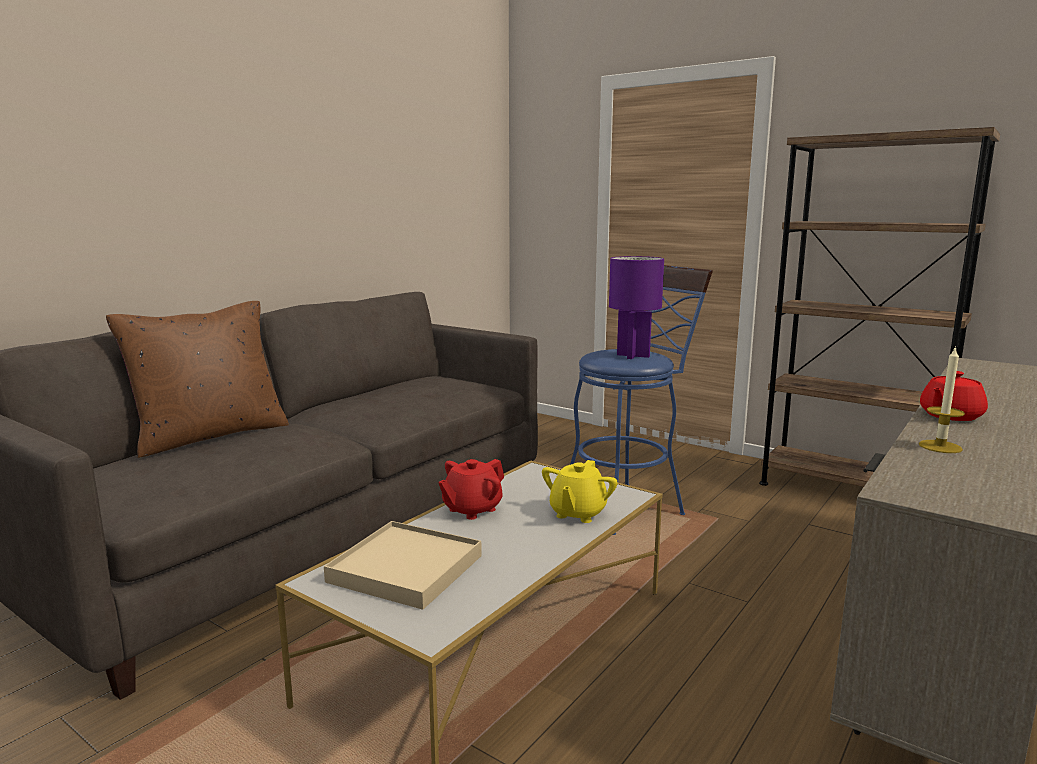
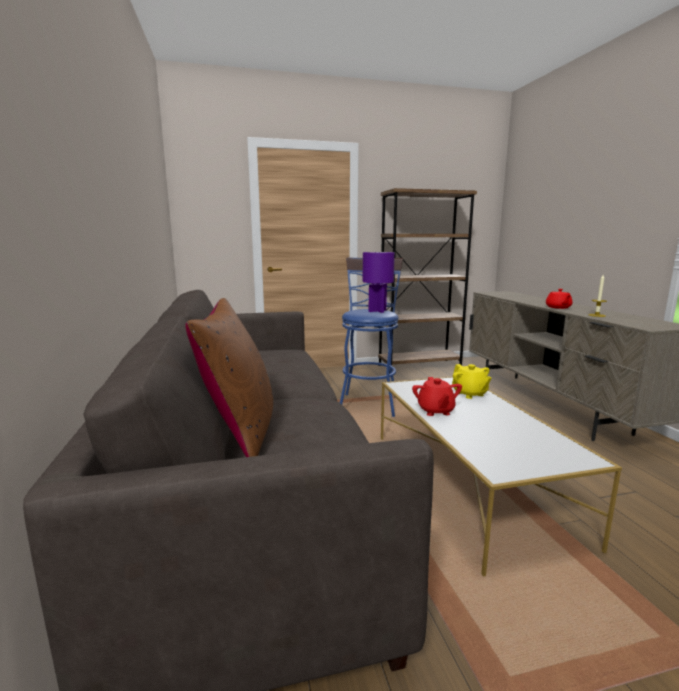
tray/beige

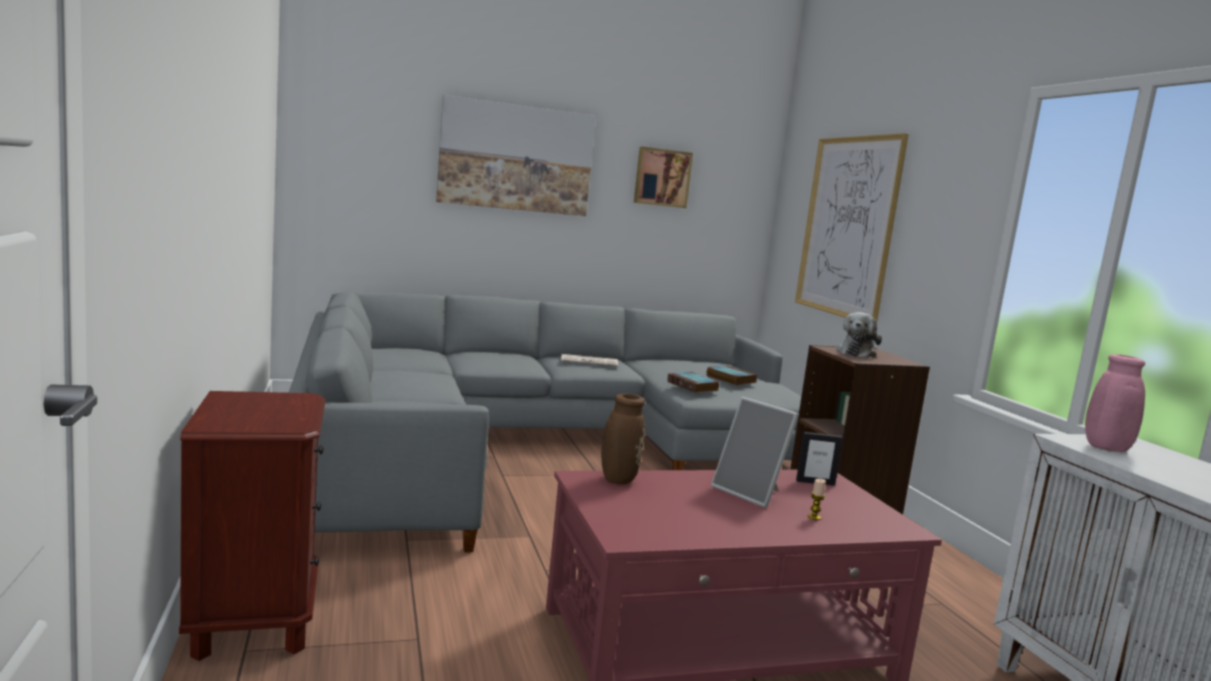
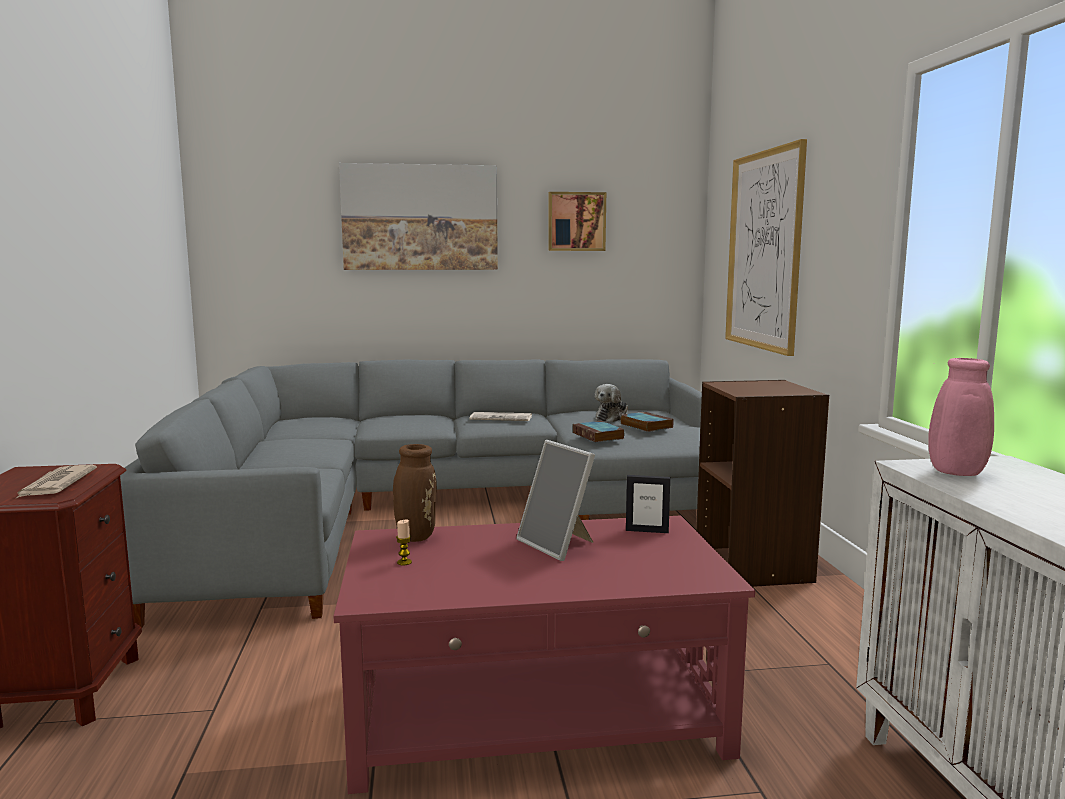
newspaper (1st from left); candle; plush toy

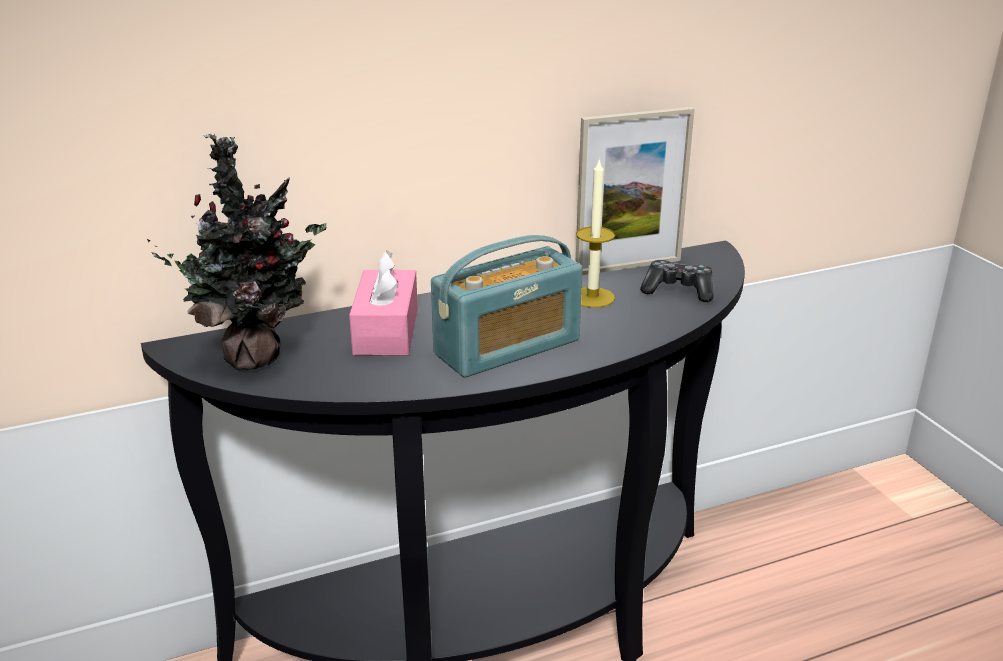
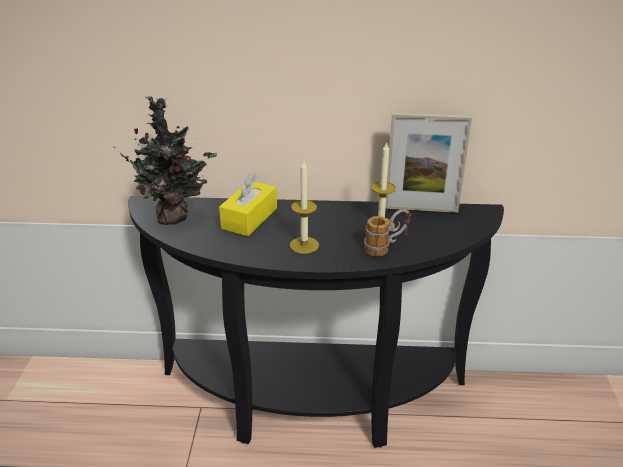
tissue box/yellow; candle (1st from left); mug; game controller

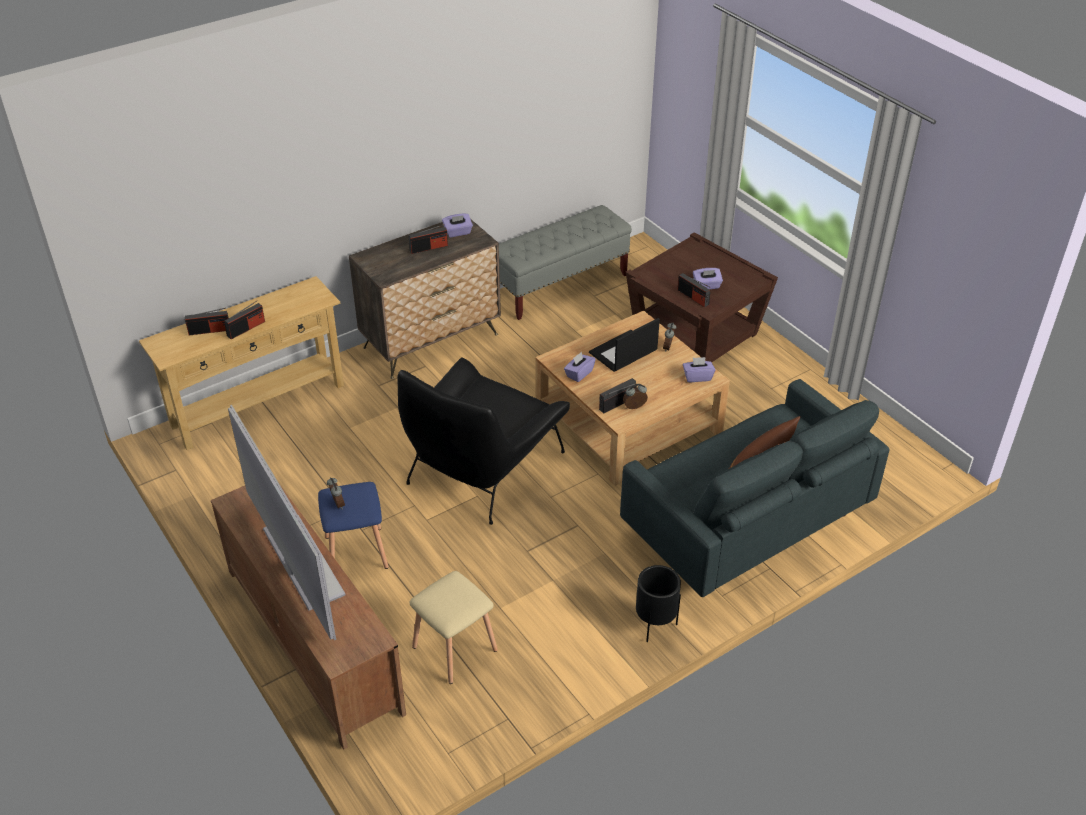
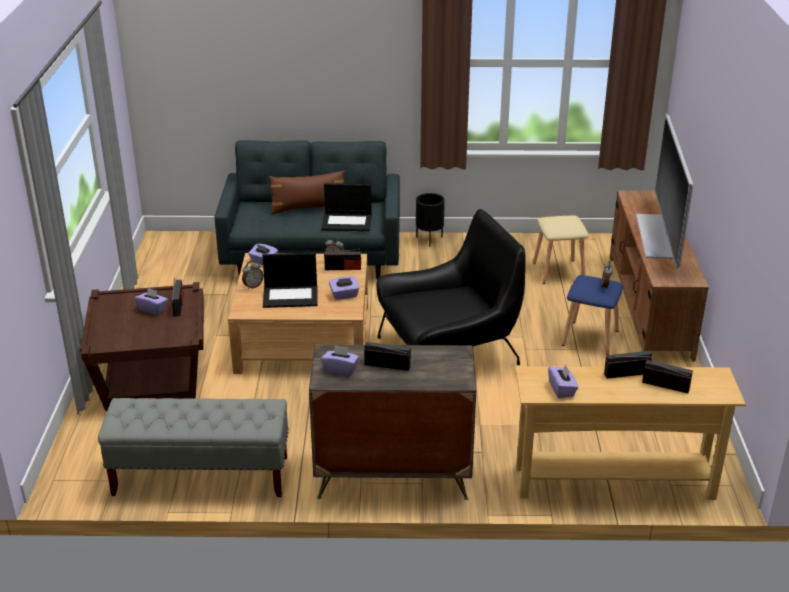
laptop (2nd from left); tissue box/purple (5th from left)

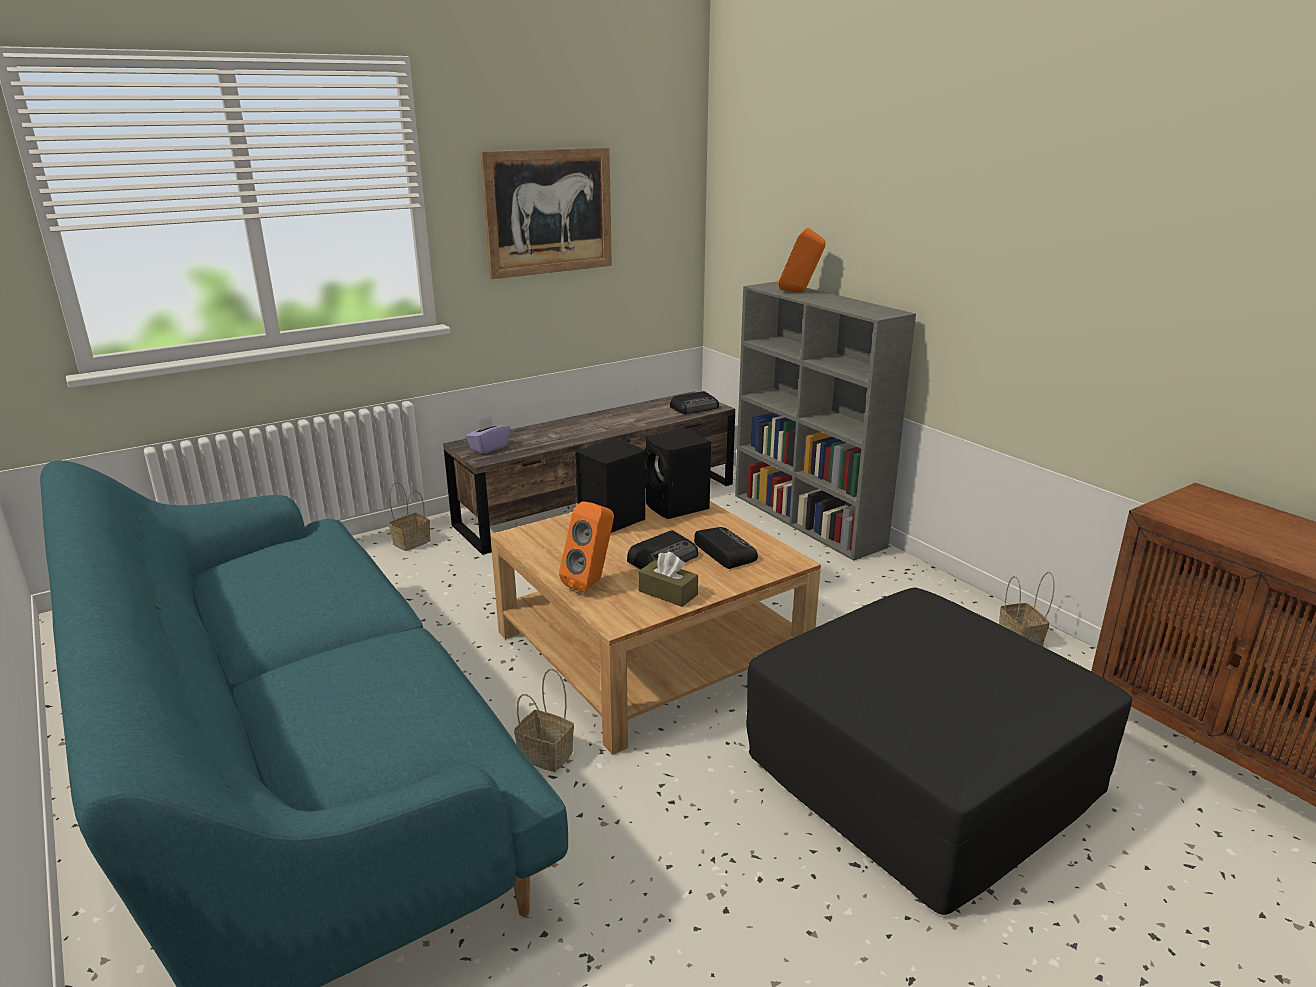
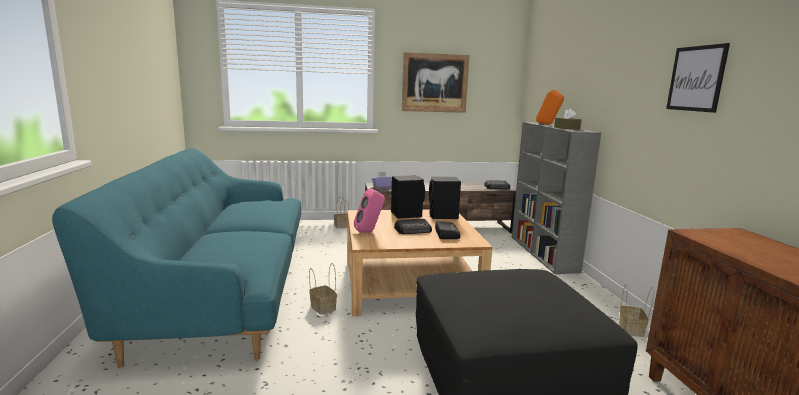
speaker/pink; tissue box/brown; picture (2nd from left)

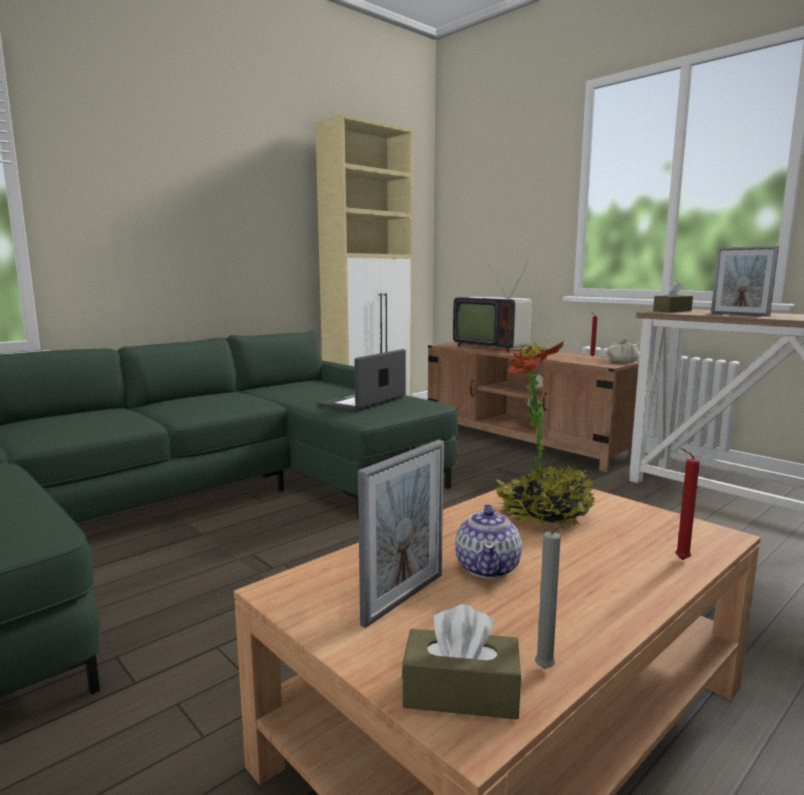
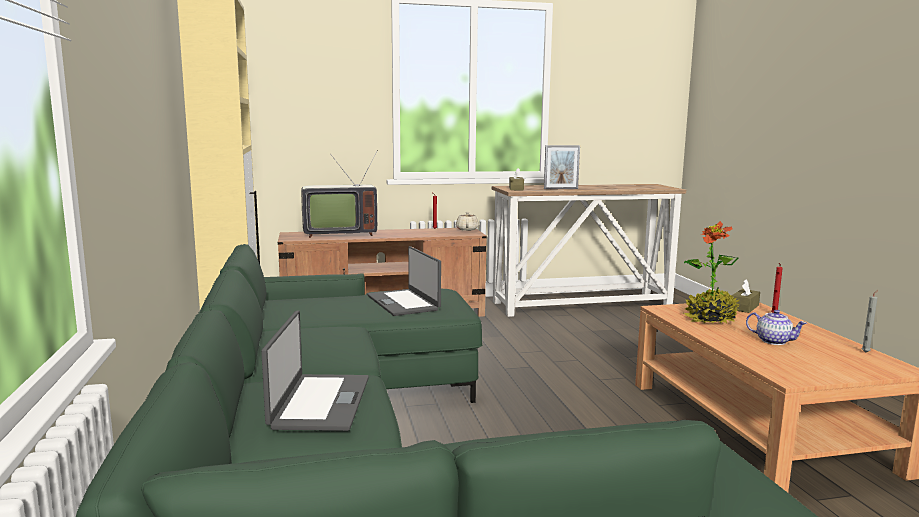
laptop (1st from left); tissue box/brown (2nd from left); picture frame (1st from left in the first image)

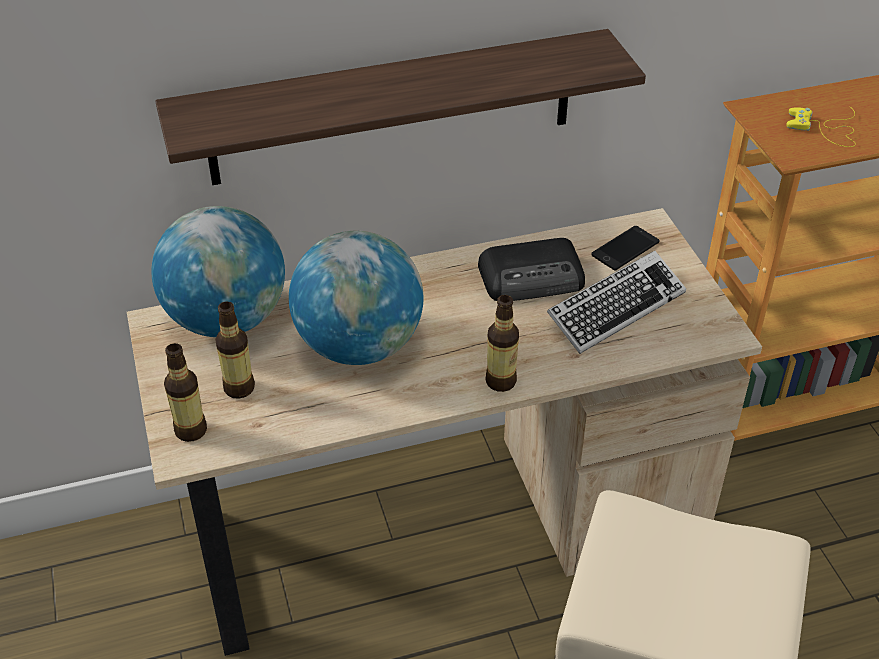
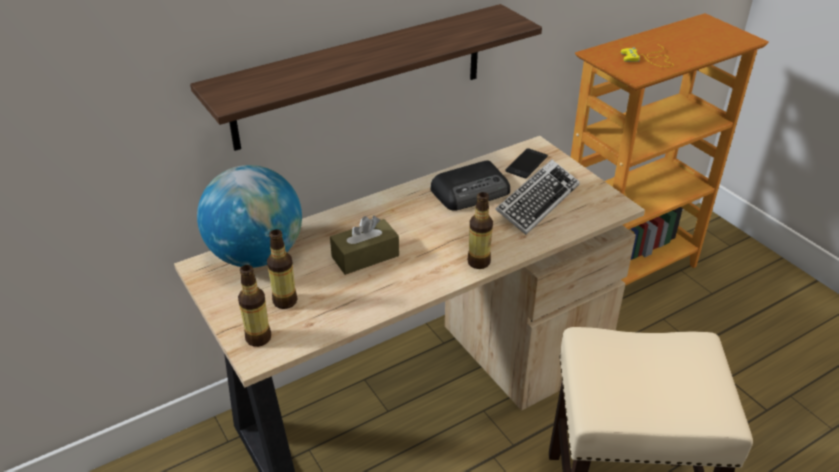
tissue box/brown

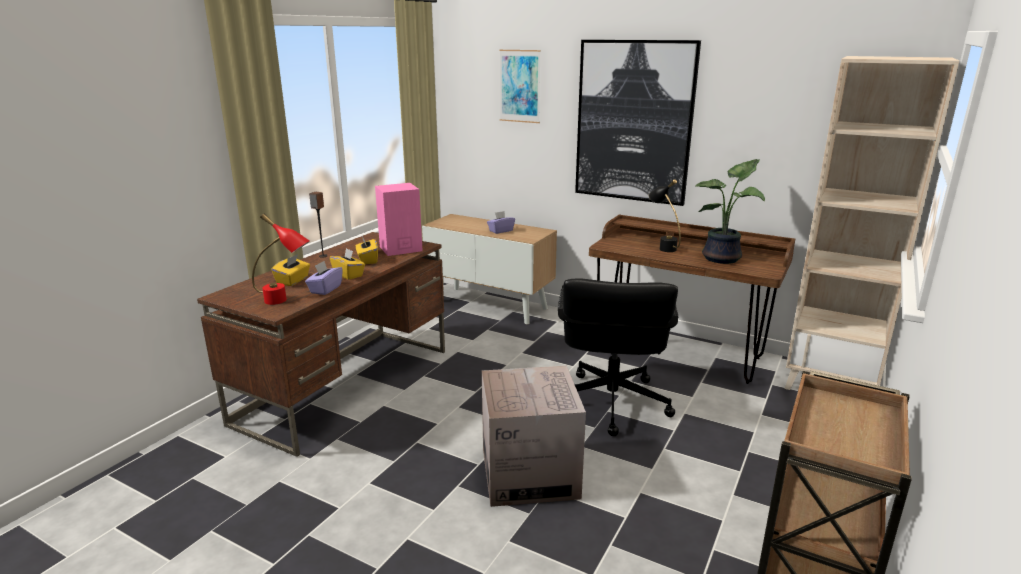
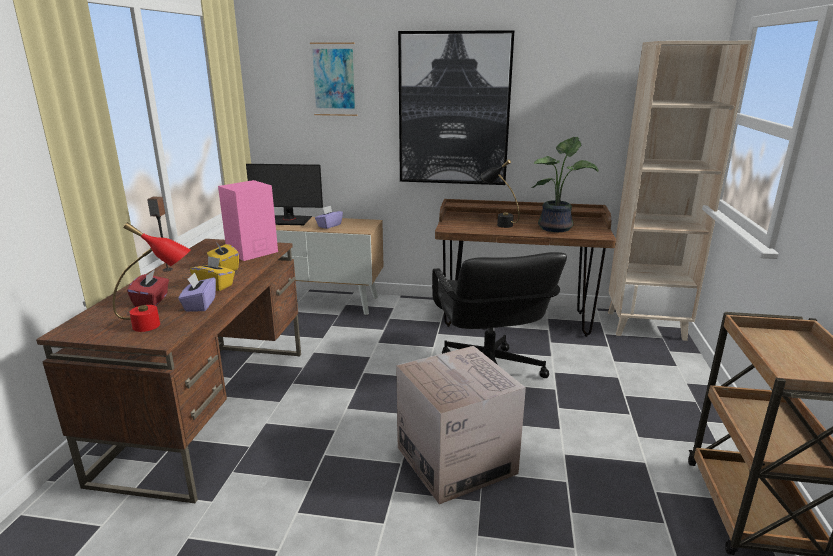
tissue box/red; monitor

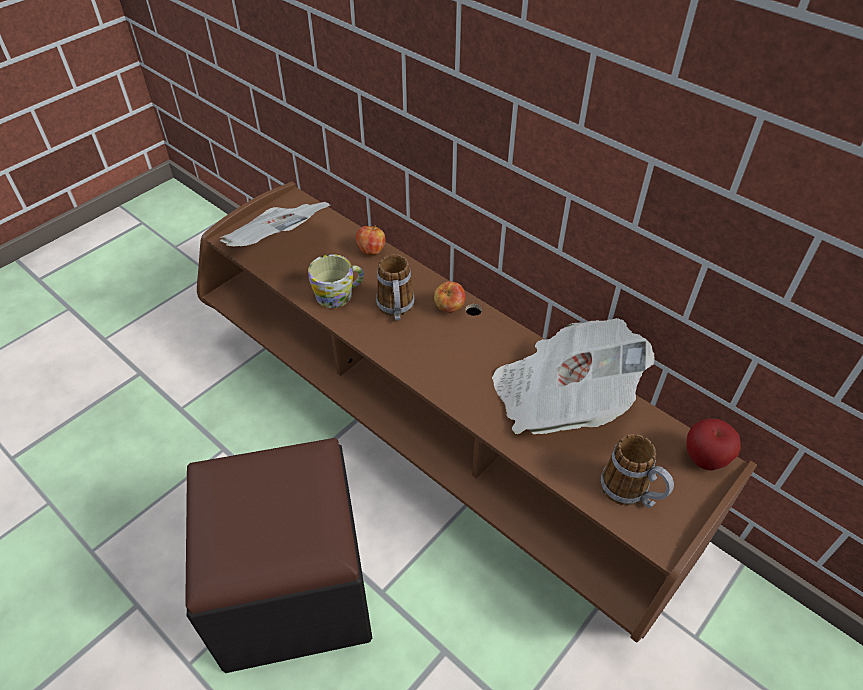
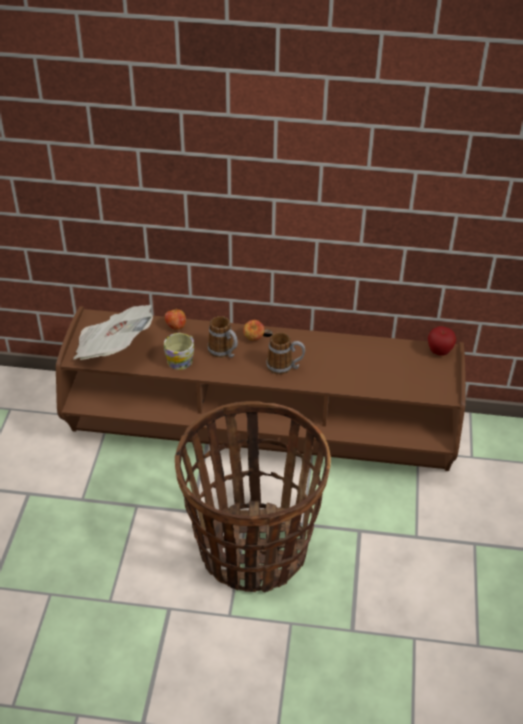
basket; mug (3rd from left); newspaper (2nd from left in the first image)

